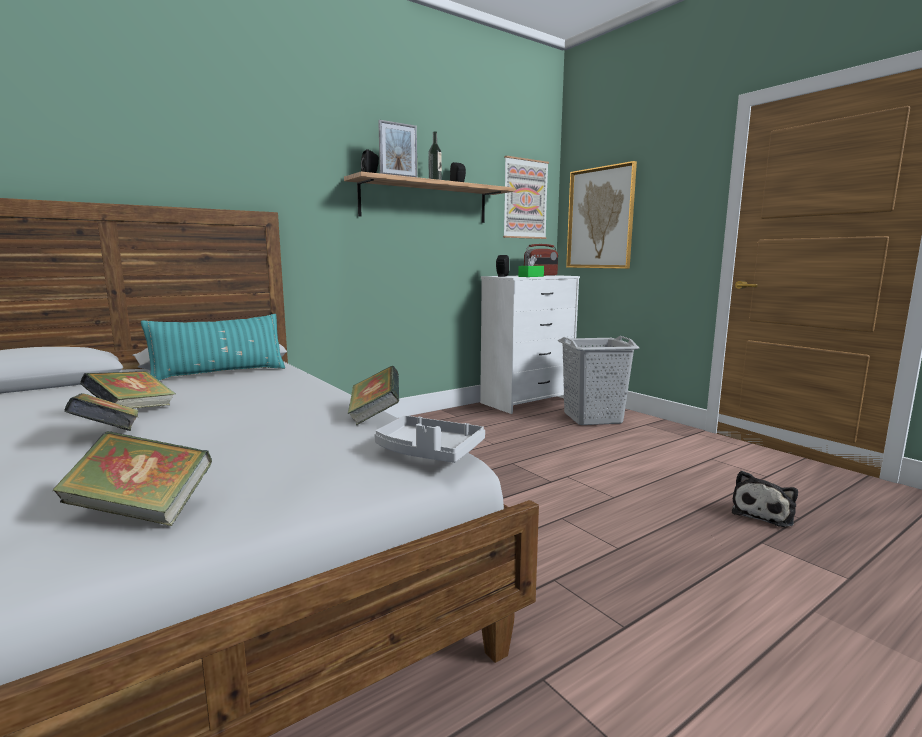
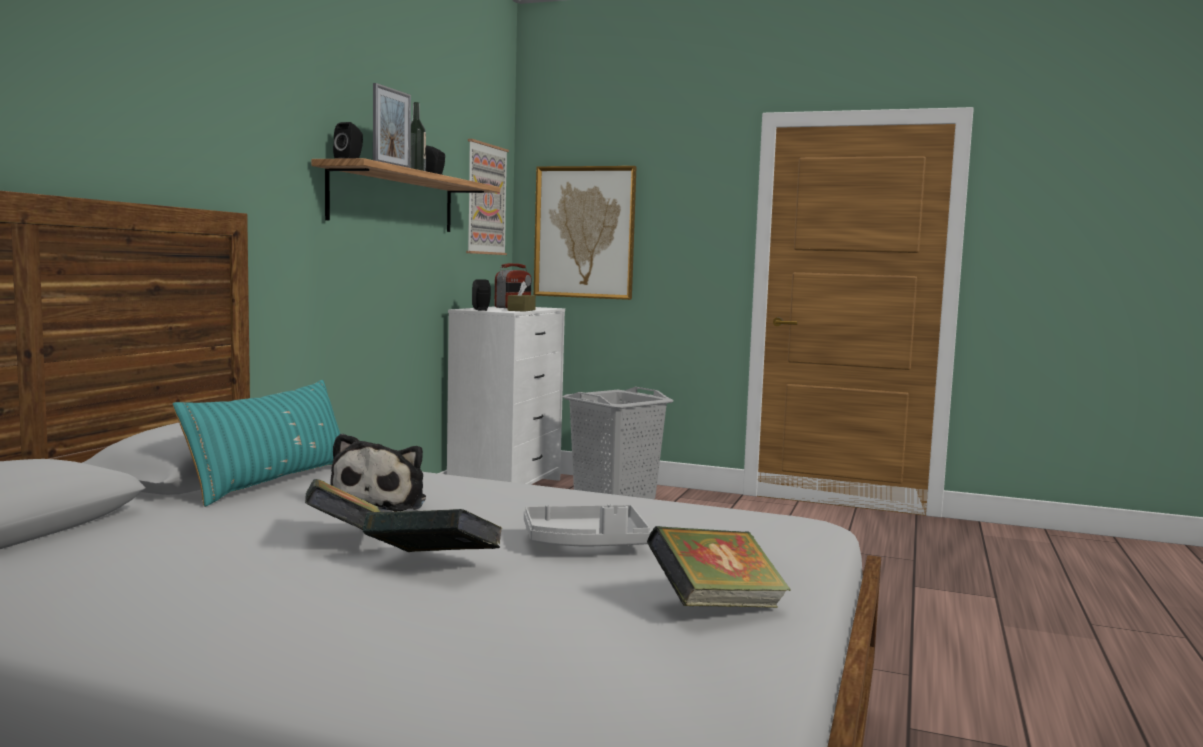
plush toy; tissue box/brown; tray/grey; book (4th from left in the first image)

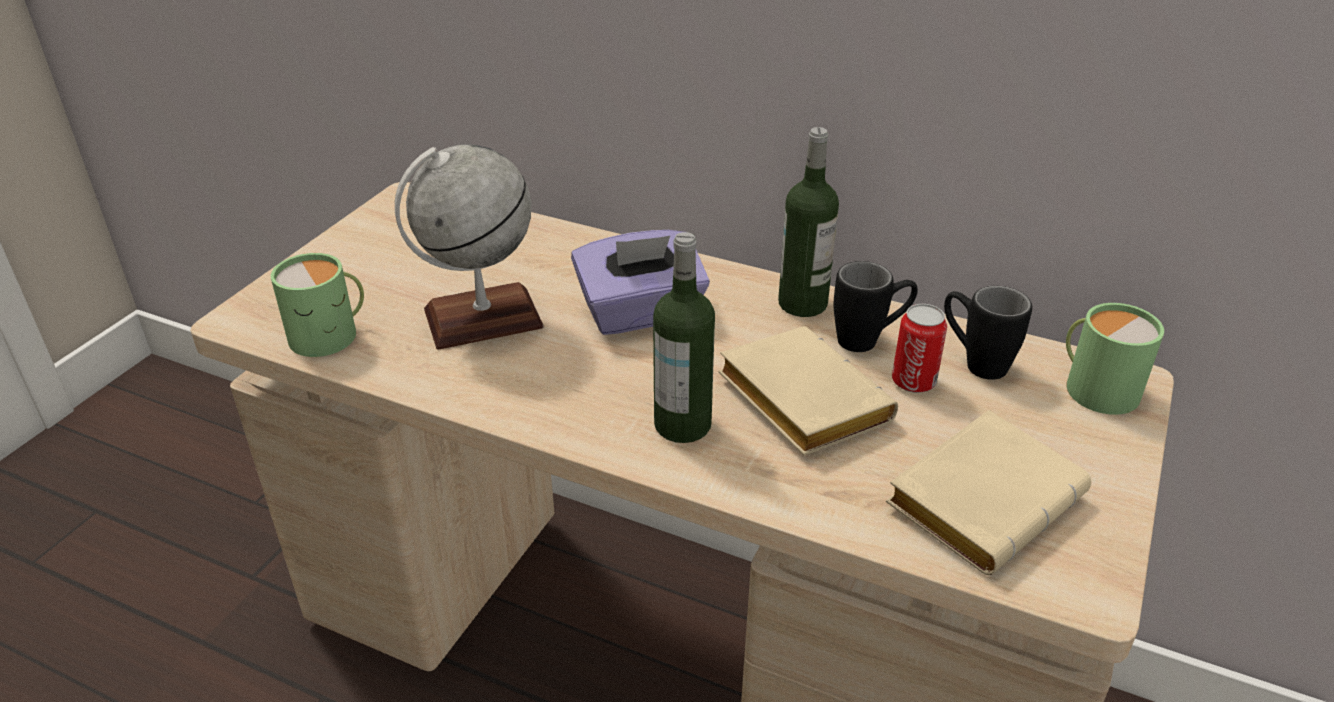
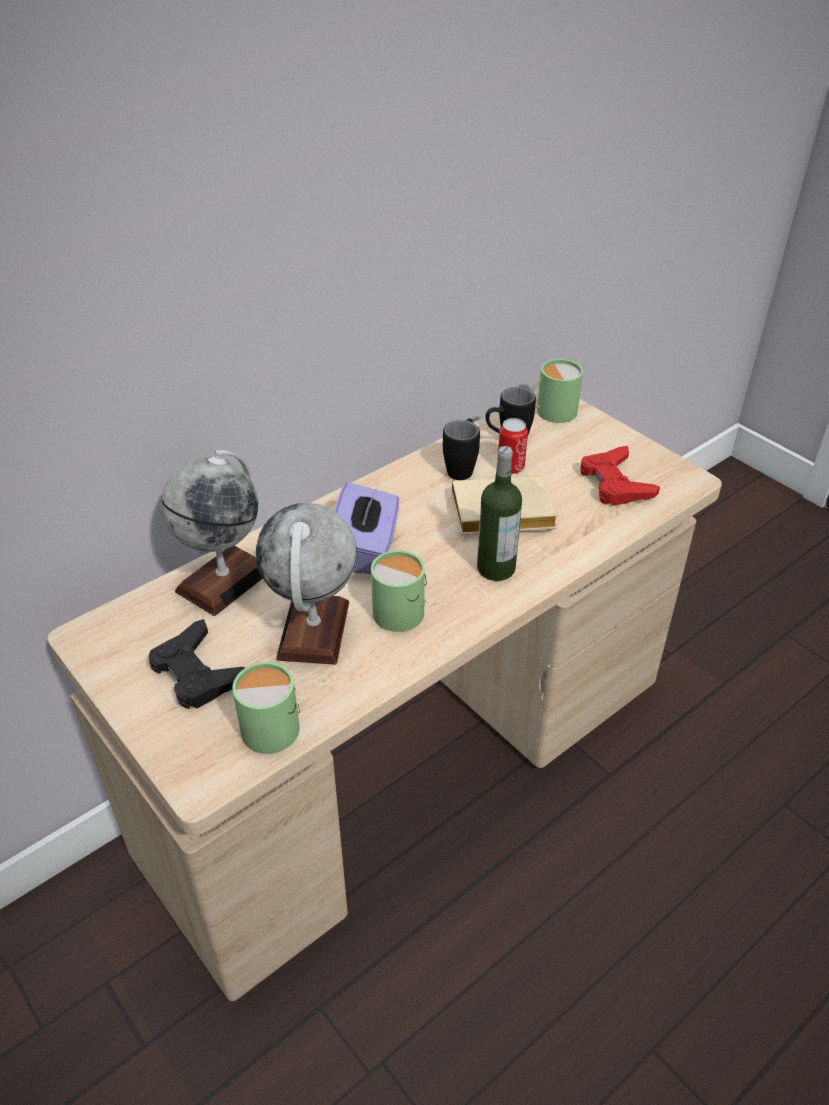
game controller/black; globe (1st from left); mug/green (2nd from left); game controller/red; bottle (2nd from left in the first image)

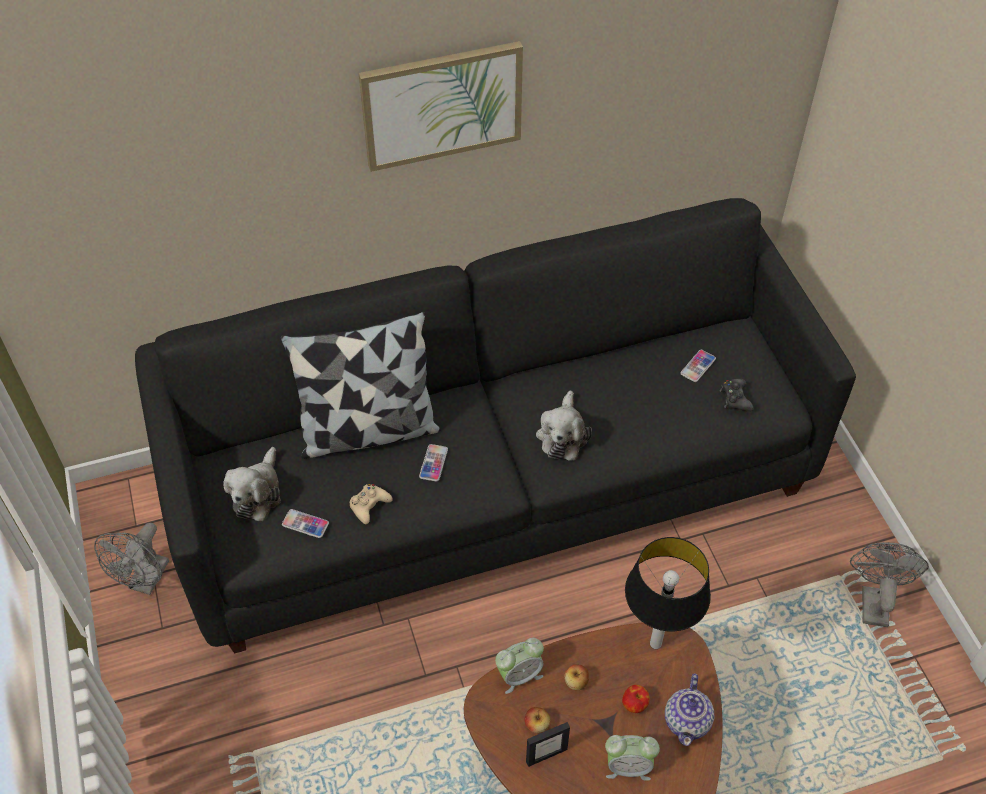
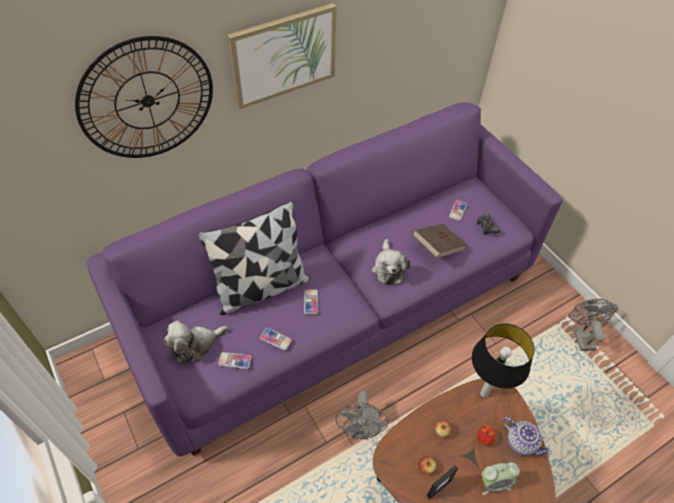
wall clock; sofa/purple; plush toy (1st from left); phone (2nd from left); fan/grey (1st from left); book/brown; teapot; alarm clock (1st from left in the first image)

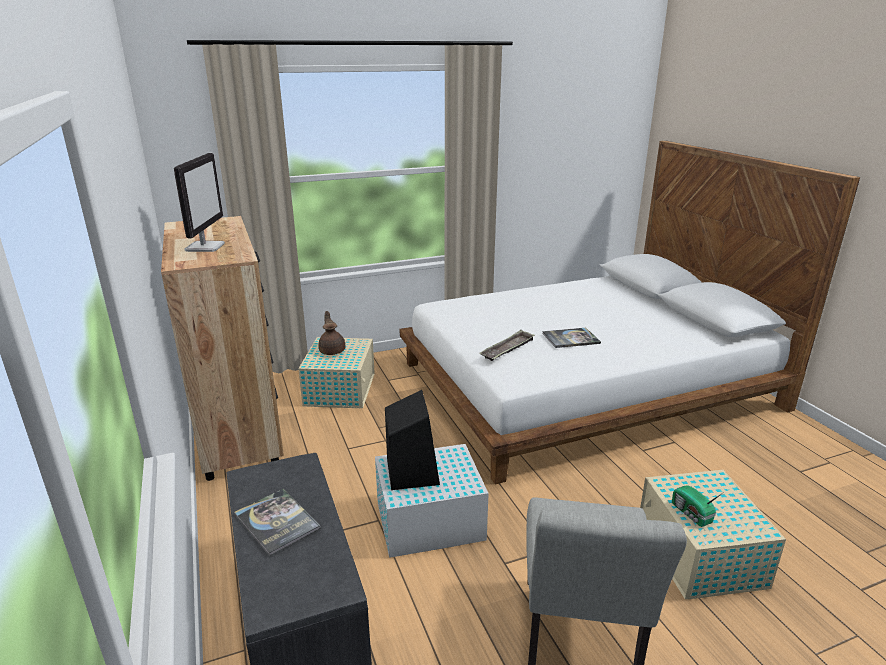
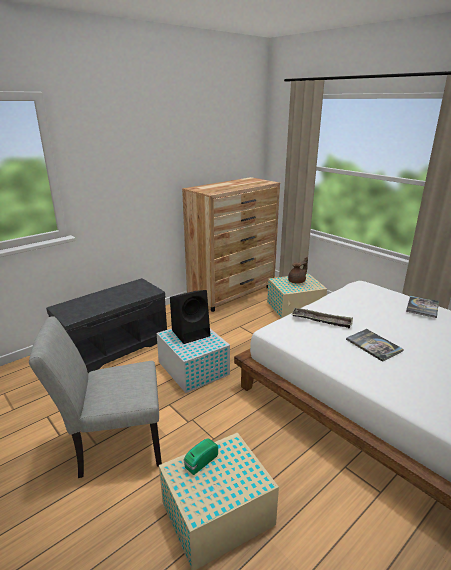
book (2nd from left); monitor

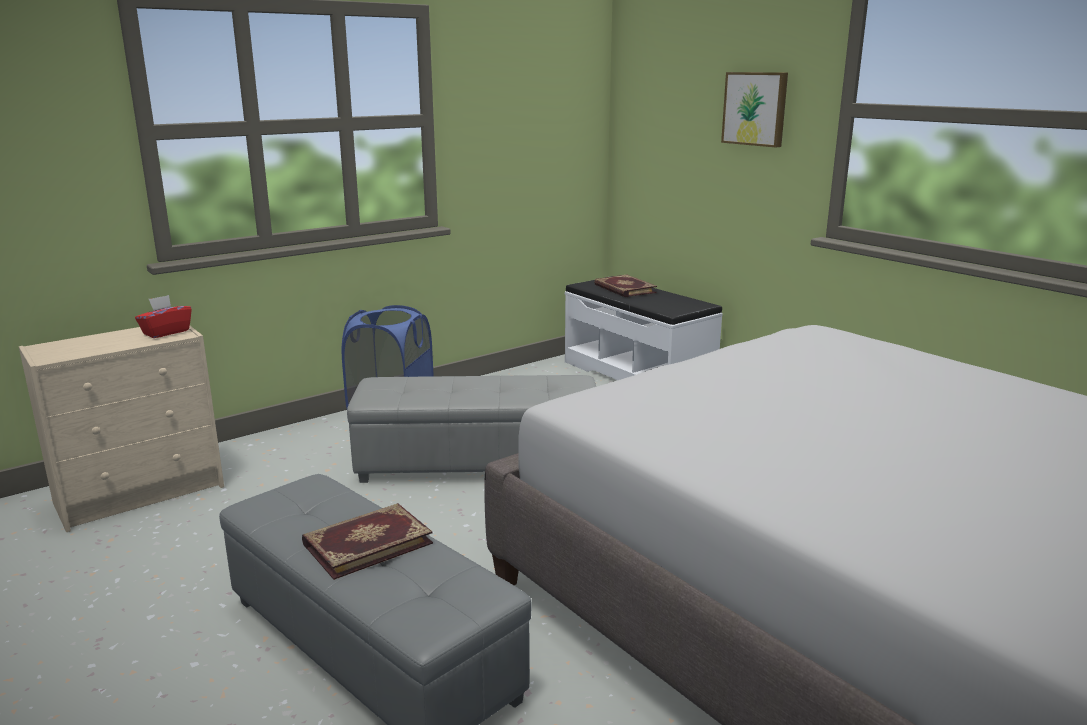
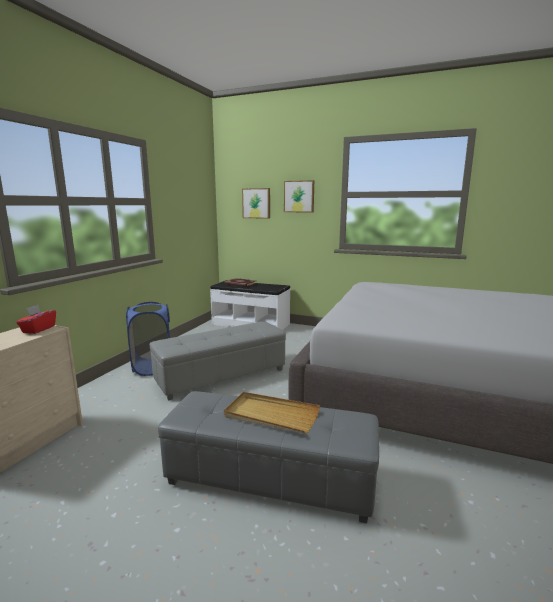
tray/beige; picture (1st from left)

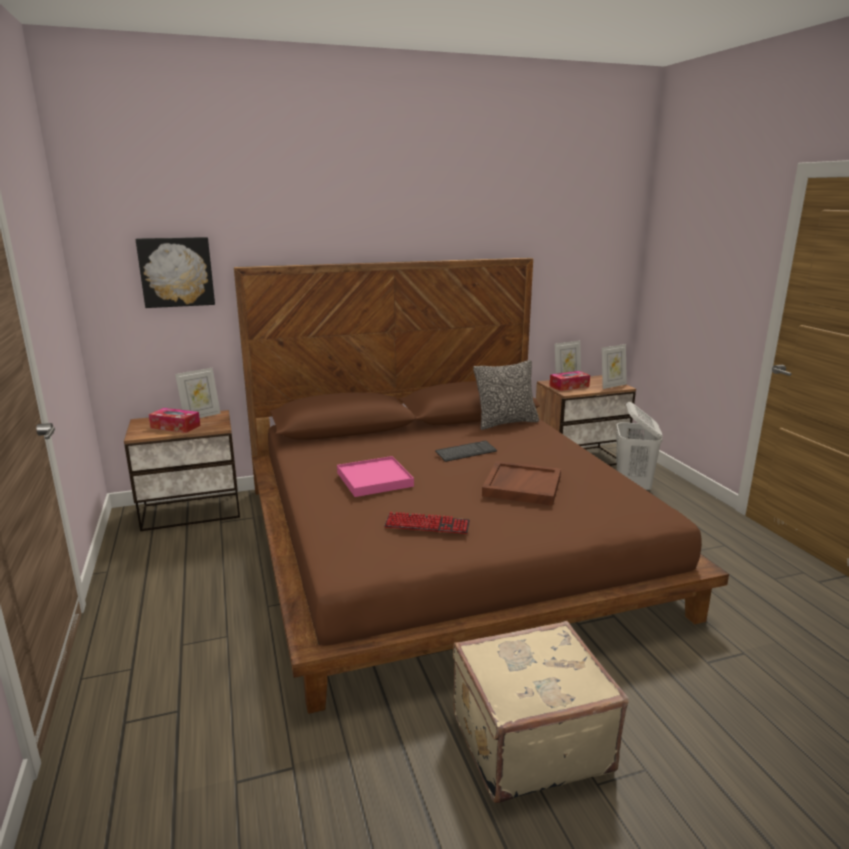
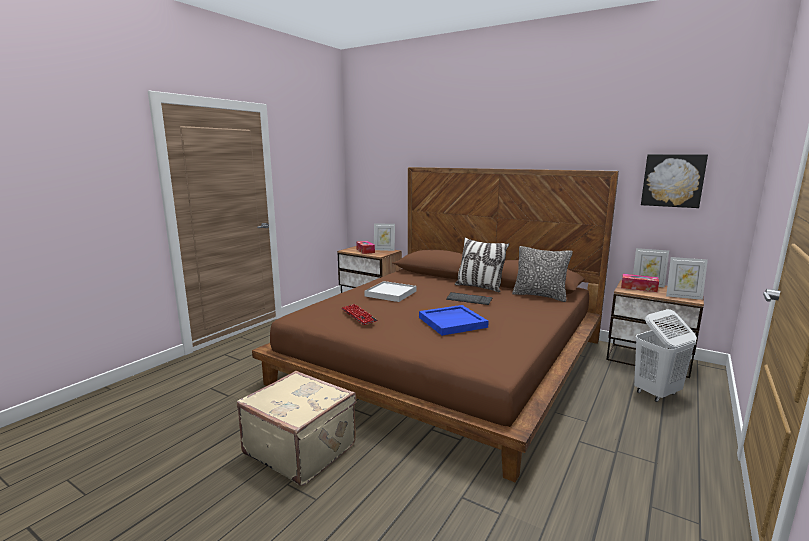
tray/white; tray/blue; pillow (1st from left); picture

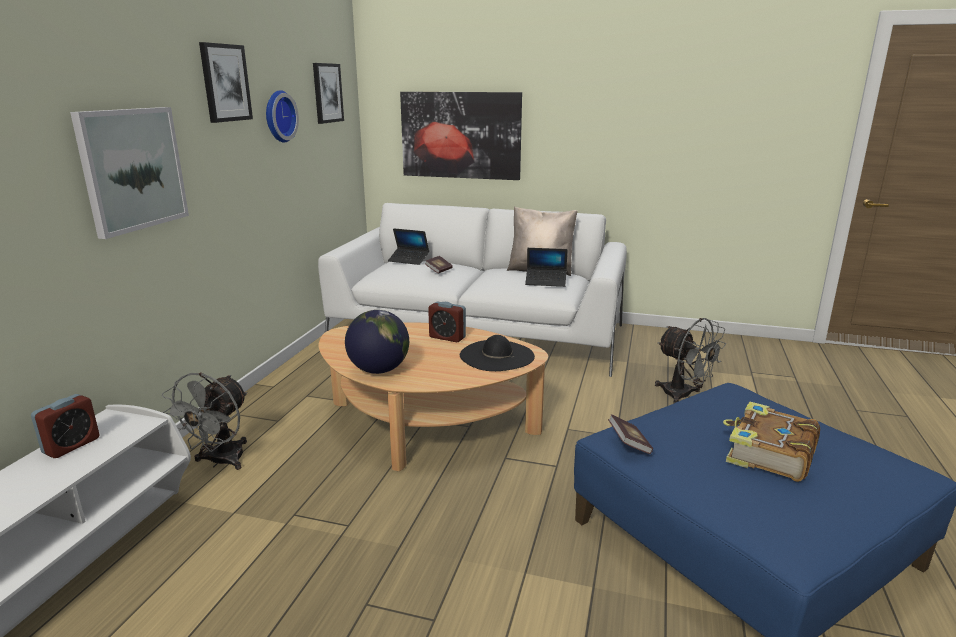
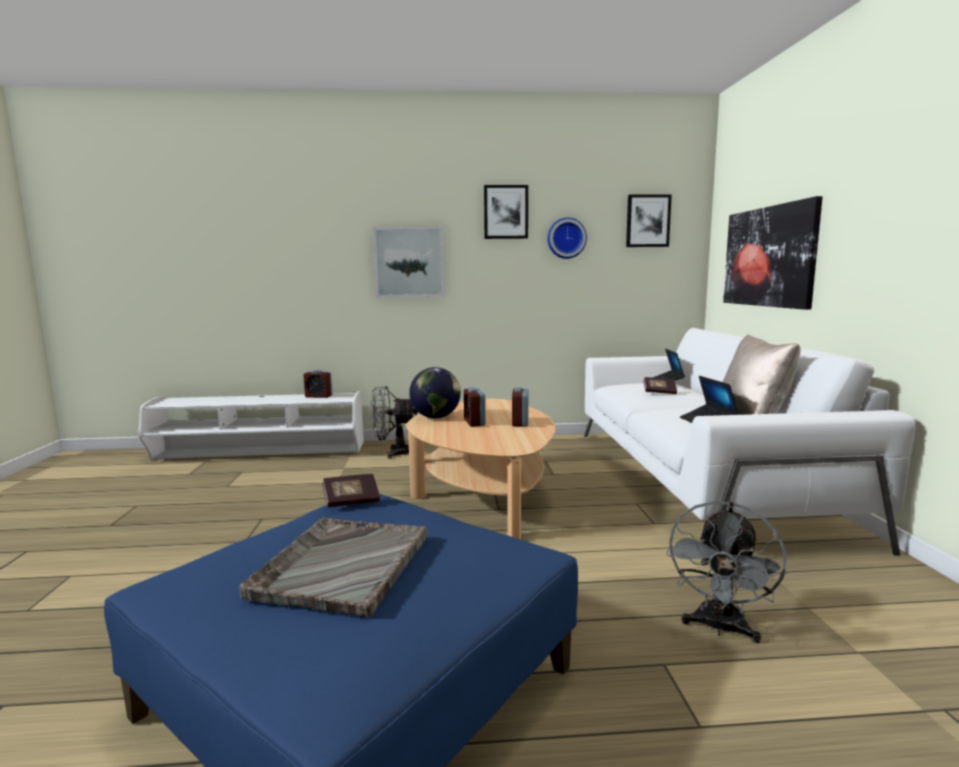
tray/grey; alarm clock (2nd from left); hat/black

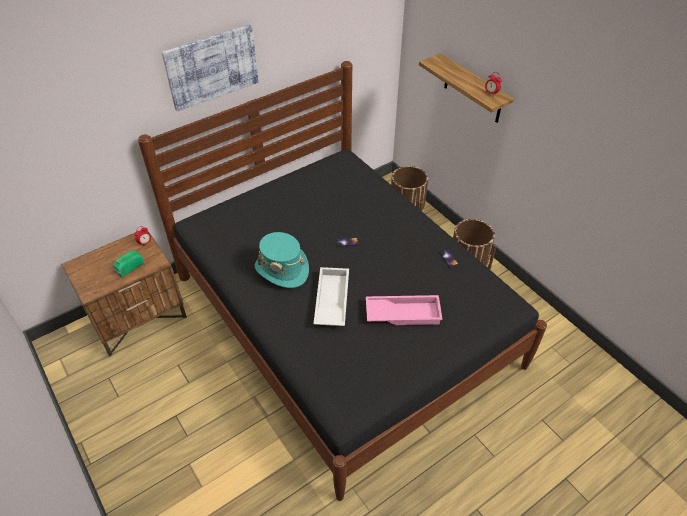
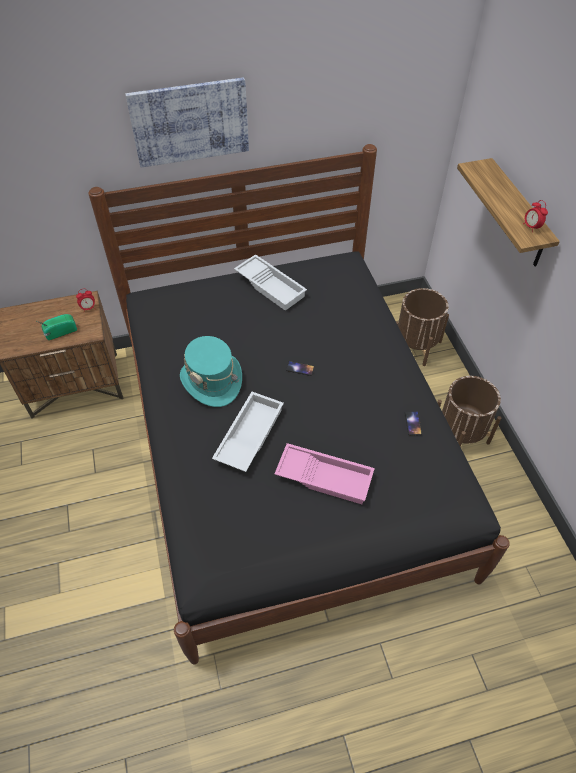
tray/white (2nd from left)

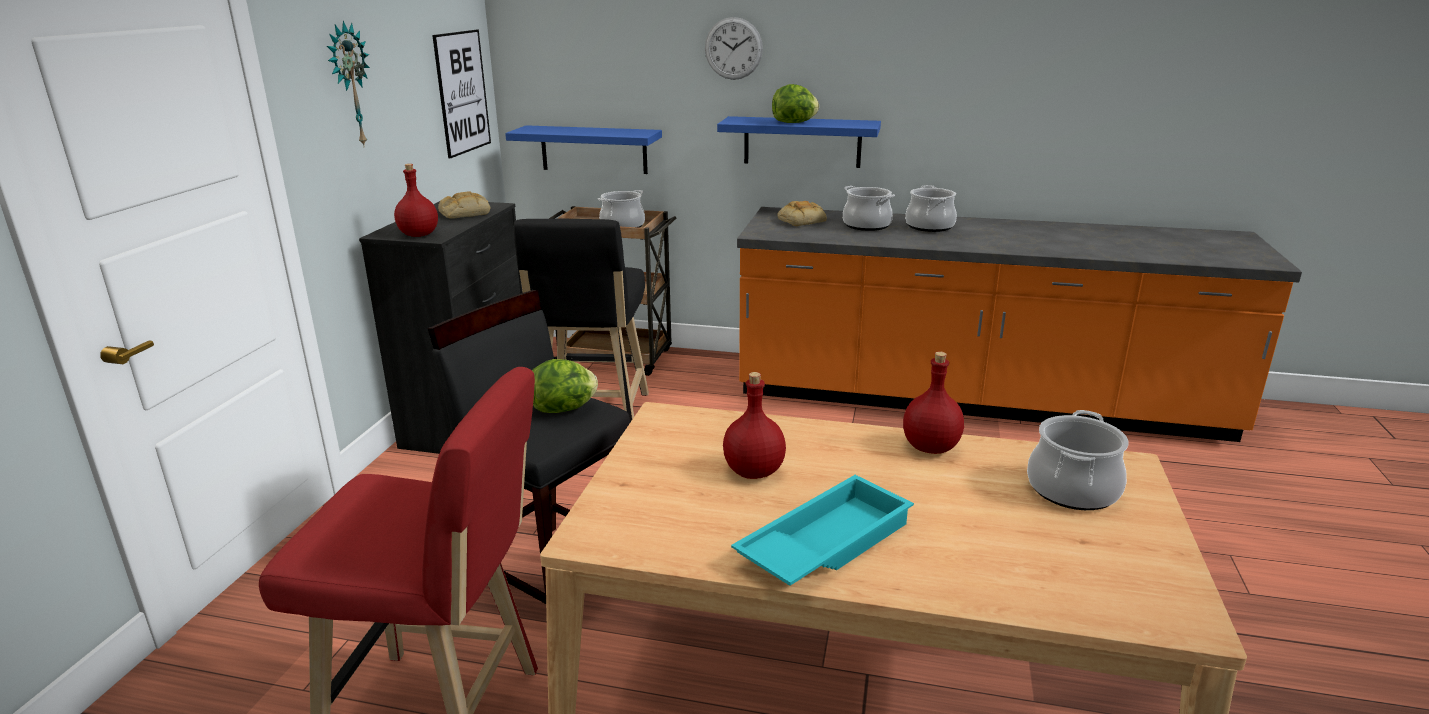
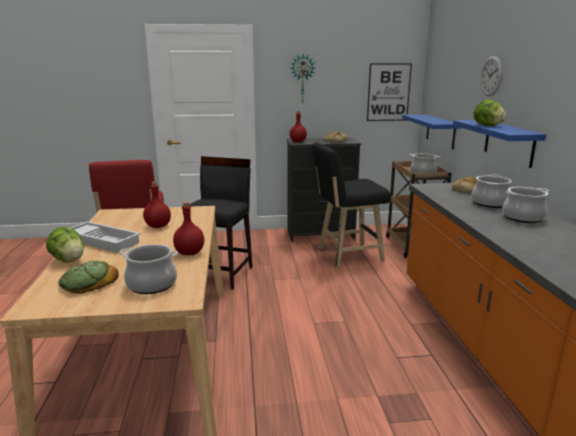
lettuce (1st from left); bread (1st from left); tray/white

